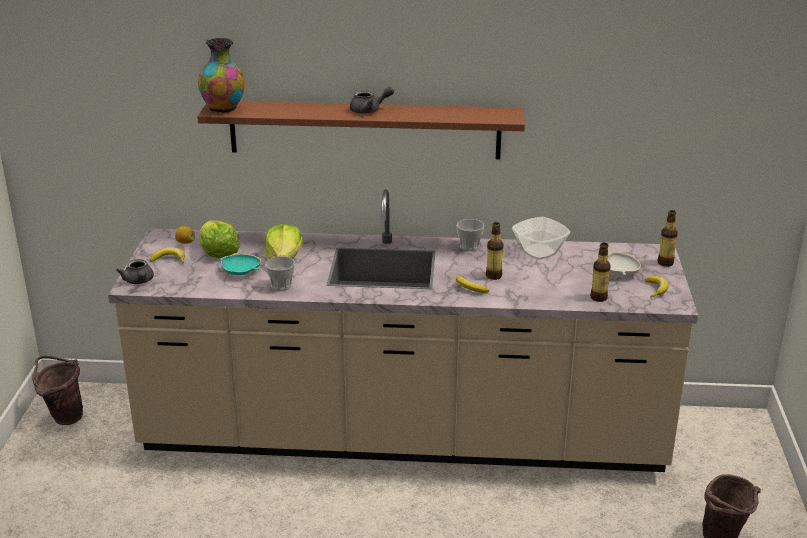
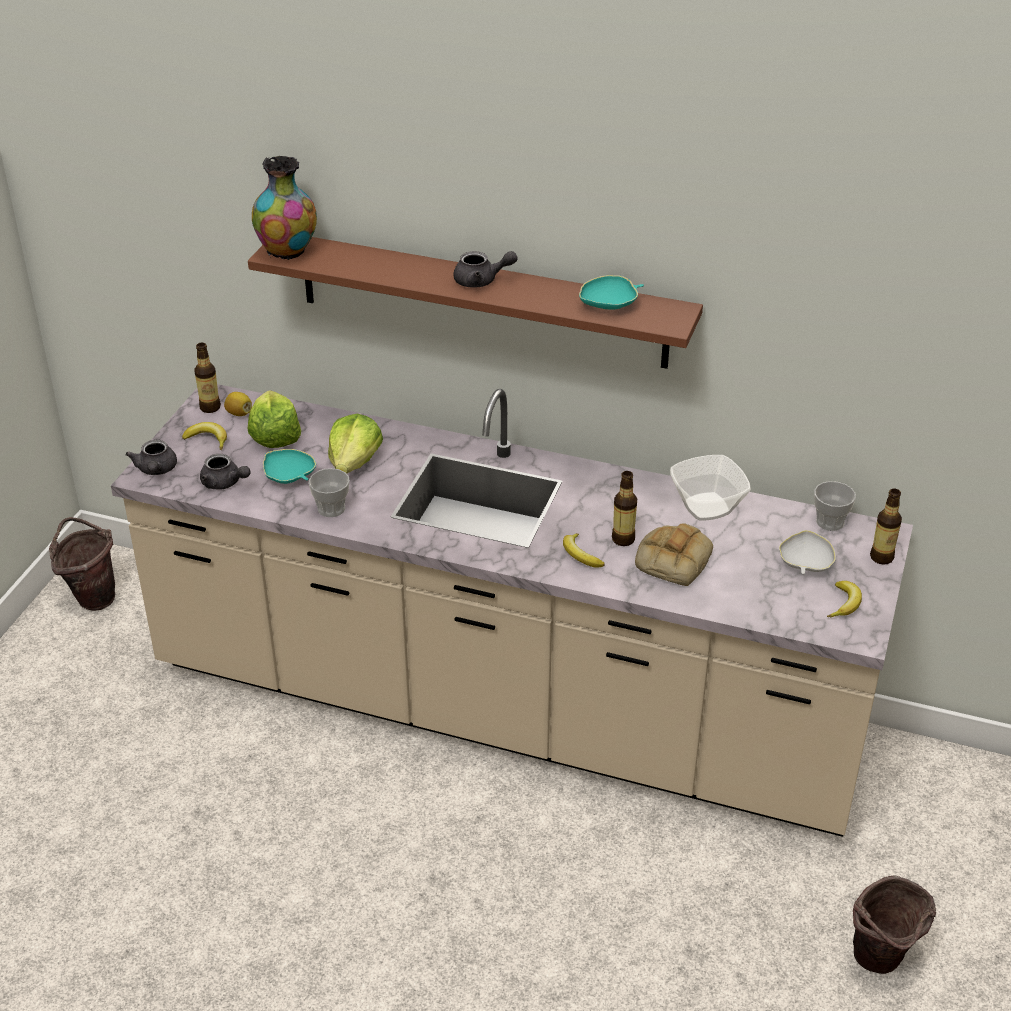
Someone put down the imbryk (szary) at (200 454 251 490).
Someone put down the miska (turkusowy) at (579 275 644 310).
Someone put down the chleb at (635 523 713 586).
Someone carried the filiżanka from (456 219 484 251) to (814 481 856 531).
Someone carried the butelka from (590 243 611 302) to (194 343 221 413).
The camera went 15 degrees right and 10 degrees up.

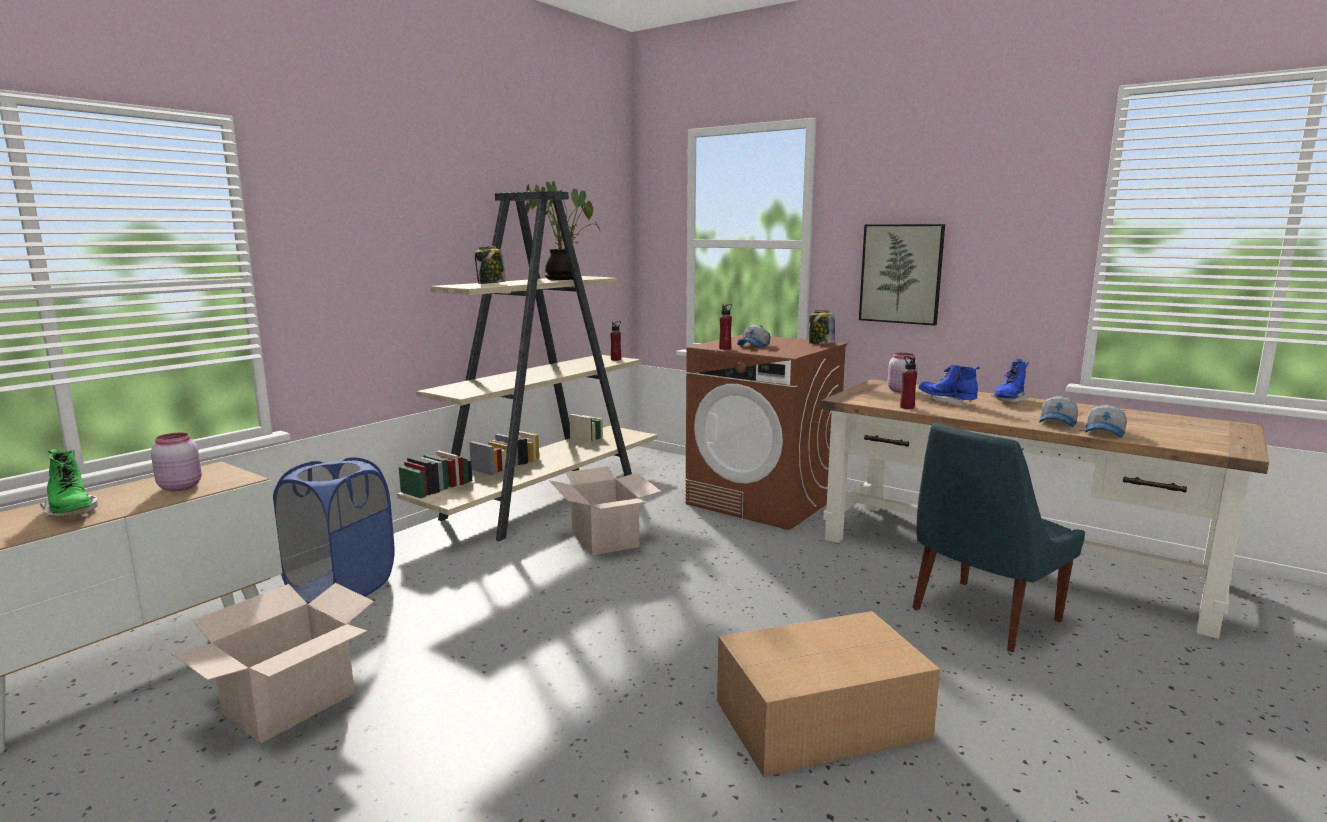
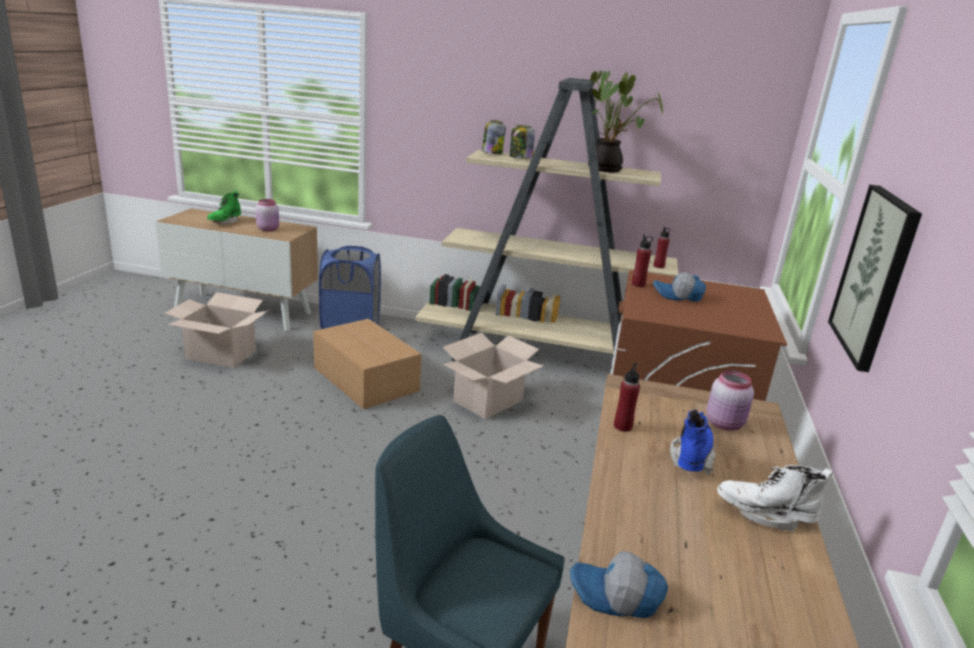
Someone took away the czapka z daszkiem at (1039 396 1078 427).
Someone carried the karton from (717 611 940 777) to (313 319 422 409).
Someone carried the słoik from (809 310 835 344) to (482 120 506 154).
Someone repainted the but z cholewką (niebieski) at (991 359 1029 403), which became the but z cholewką (biały) at (717 465 833 532).
The camera went 65 degrees right and 10 degrees up.

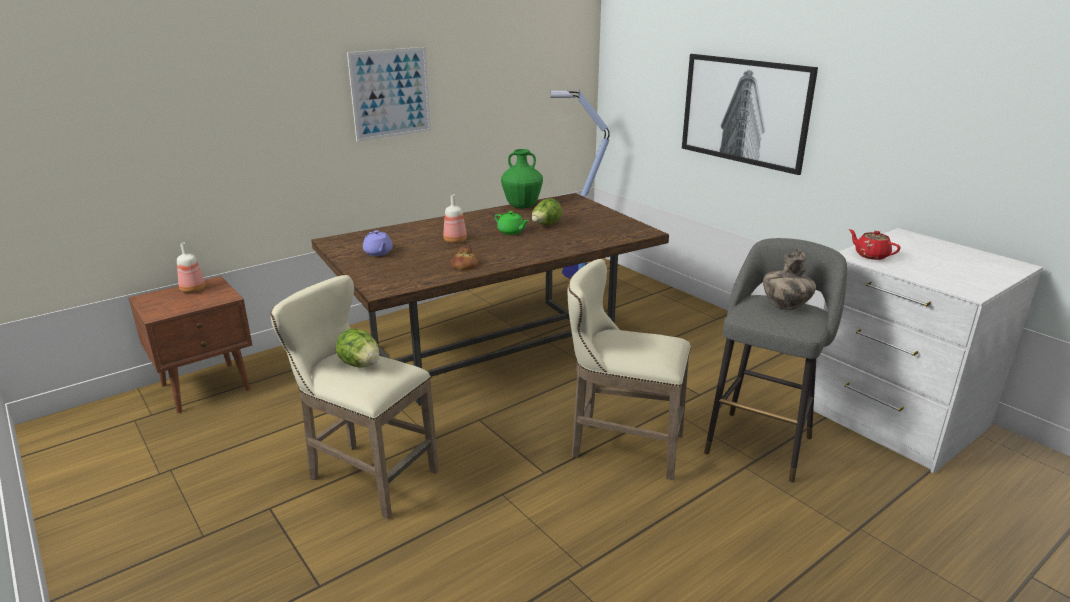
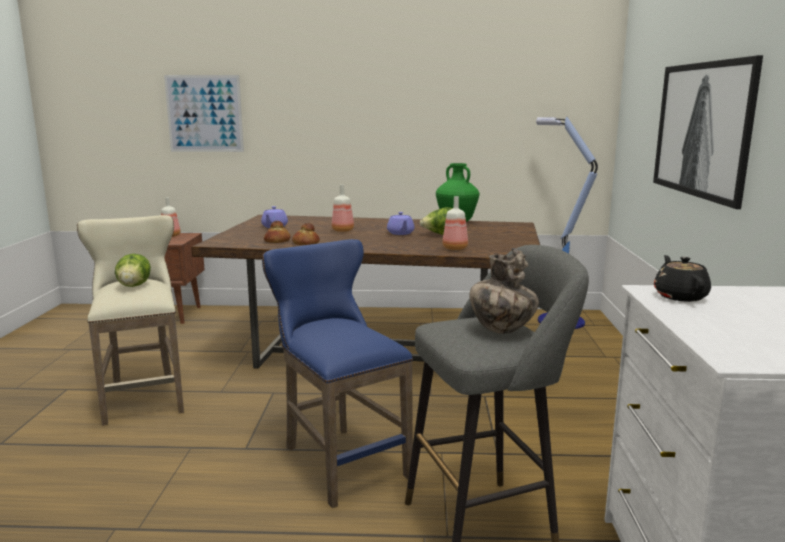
Someone put down the chleb at (264 221 290 243).
Someone put down the butelka at (442 196 468 250).
Someone carried the obraz from (347 47 431 142) to (164 75 244 152).
Someone repainted the imbryk (zielony) at (495 211 529 235), which became the imbryk (fioletowy) at (387 212 415 235).
Someone repainted the stołek (beżowy) at (568 259 691 480), which became the stołek (niebieski) at (262 239 413 508).
Someone repainted the imbryk (czerwony) at (849 229 900 260), which became the imbryk (czarny) at (654 255 711 302).
The camera went 40 degrees right and 10 degrees down.

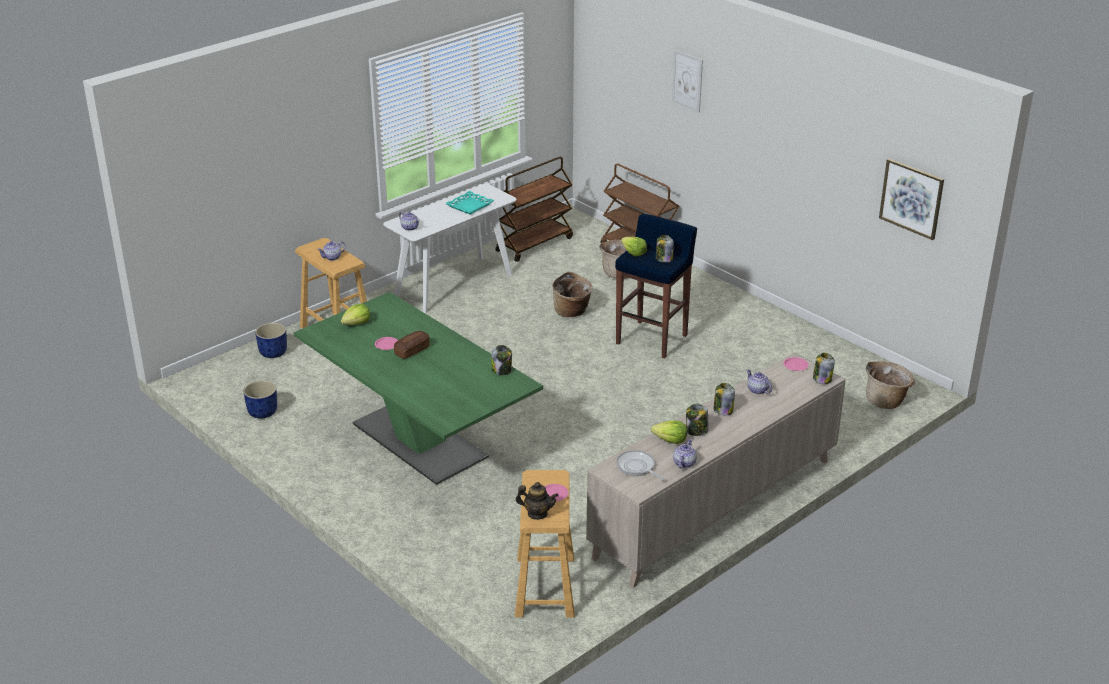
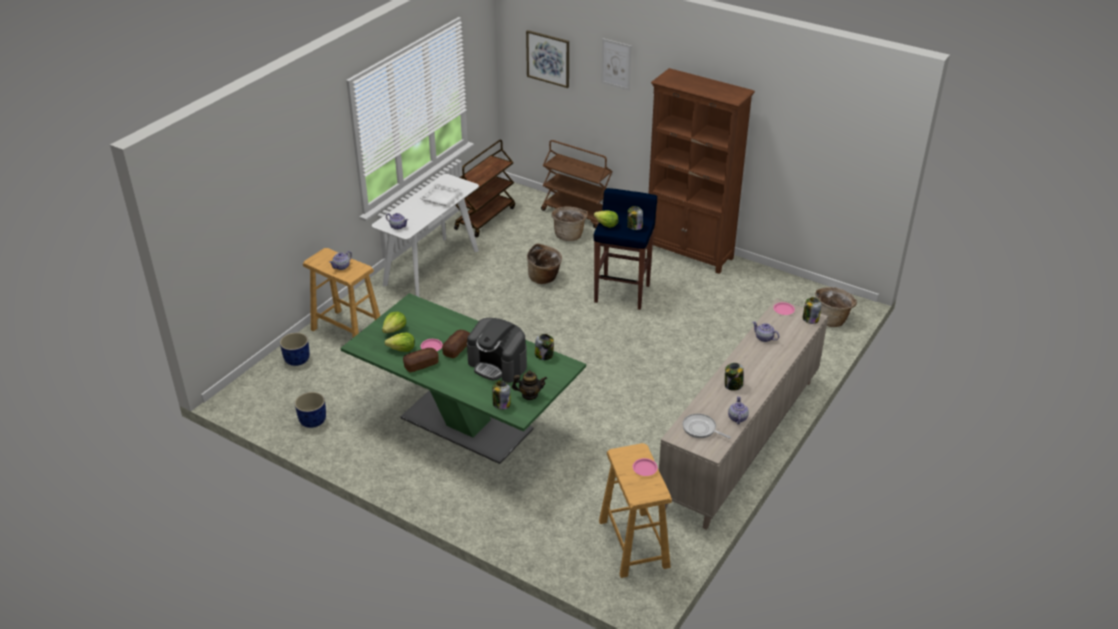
Someone put down the chleb at (403 348 439 372).
Someone put down the ekspres do kawy at (467 318 527 383).
Someone put down the regał (brązowy) at (646 68 755 274).
Someone carried the imbryk from (516 482 559 520) to (512 370 547 400).
Someone carried the sałata from (651 420 687 444) to (384 332 415 352).
Someone carried the słoik from (714 383 735 416) to (492 380 510 410).
Someone carried the obraz from (879 159 944 240) to (526 30 569 88).
Someone repainted the taca (turkusowy) at (445 191 494 215), which became the taca (biały) at (420 183 462 206).
The camera went 15 degrees left and 5 degrees up.

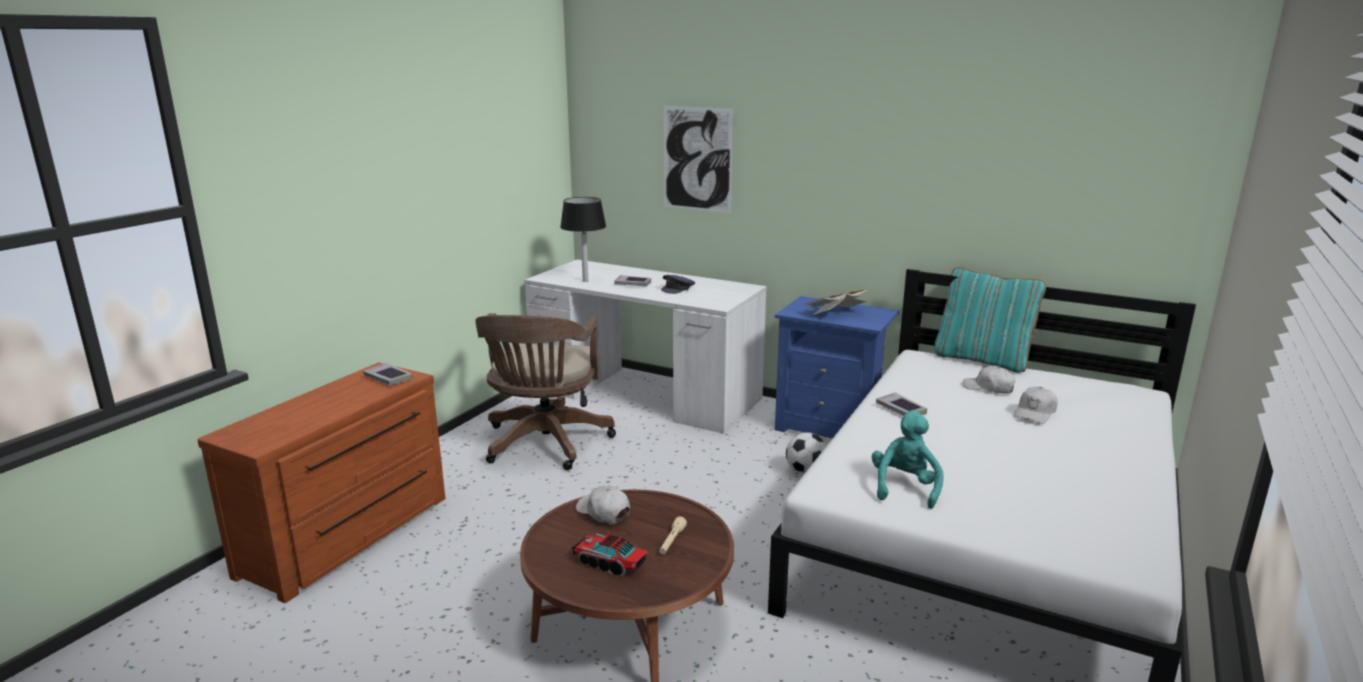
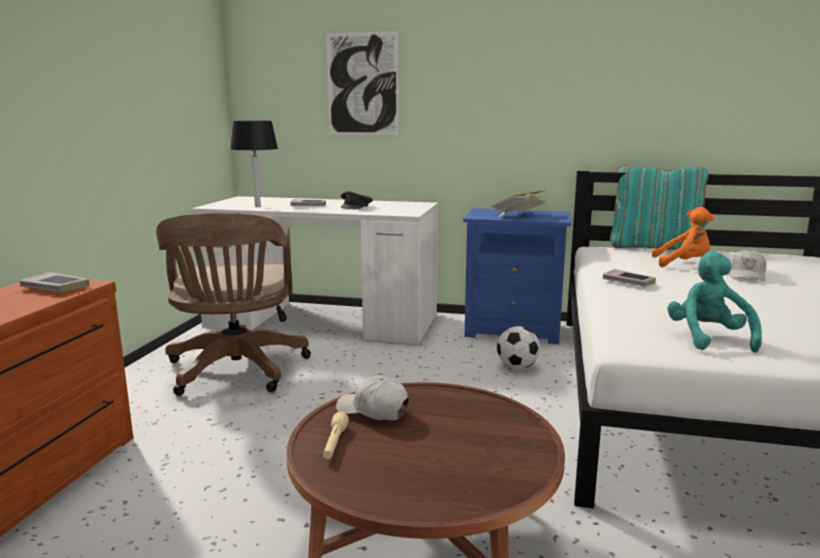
Someone took away the ciężarówka zabawkowa at (572 533 647 576).
Someone carried the latarka (beżowy) from (659 517 687 555) to (323 412 349 459).
Someone swapped the czapka z daszkiem (biały) at (963 366 1016 394) for the pluszak (pomarańczowy) at (652 207 714 267).
The camera went 15 degrees left and 5 degrees down.

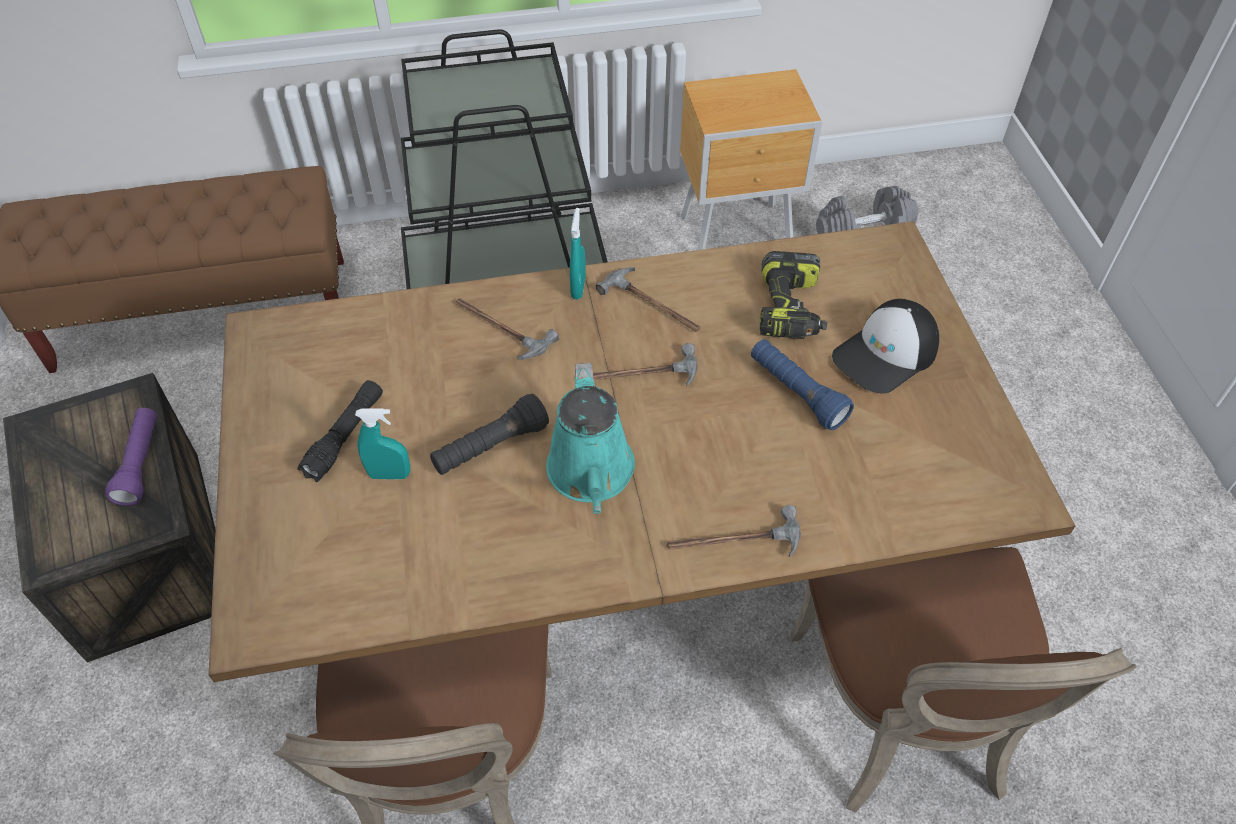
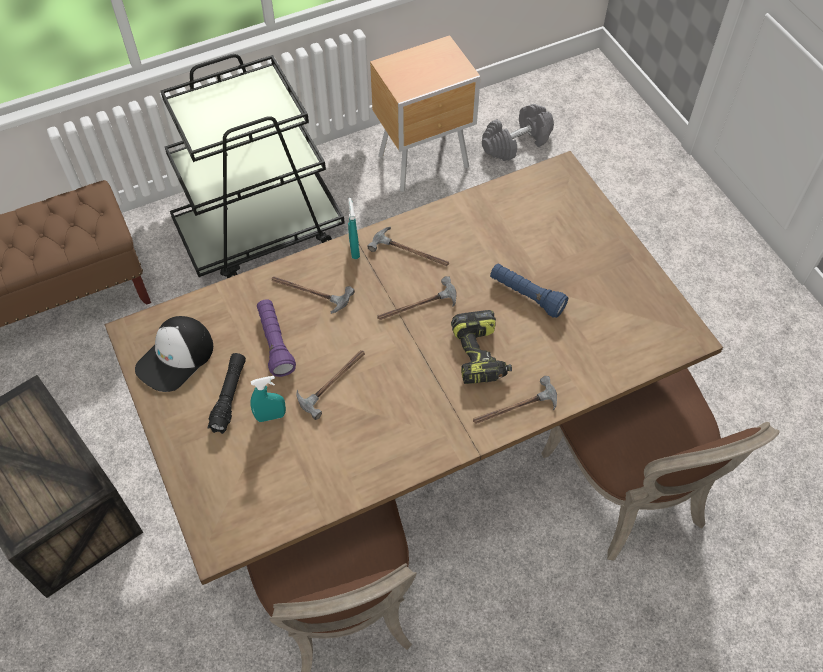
Someone took away the konewka (turkusowy) at (546 363 635 514).
Someone carried the latarka (fioletowy) from (105 408 157 506) to (257 299 296 377).
Someone carried the wiertarka from (760 251 827 339) to (451 310 512 384).
Someone carried the czapka z daszkiem from (832 299 939 394) to (135 316 213 392).
Someone swapped the latarka (czarny) at (430 394 549 475) for the młotek at (296 350 365 420).
The camera went 15 degrees left and 5 degrees up.

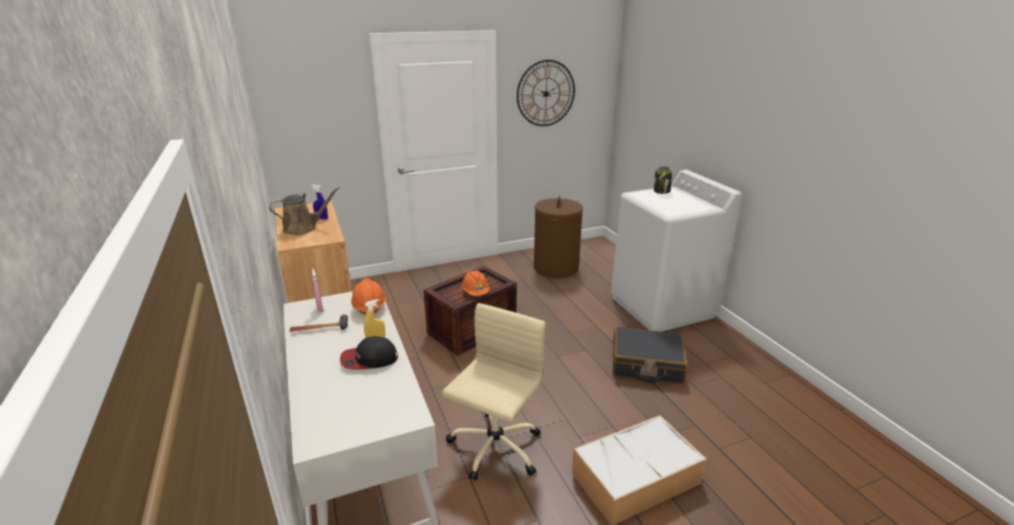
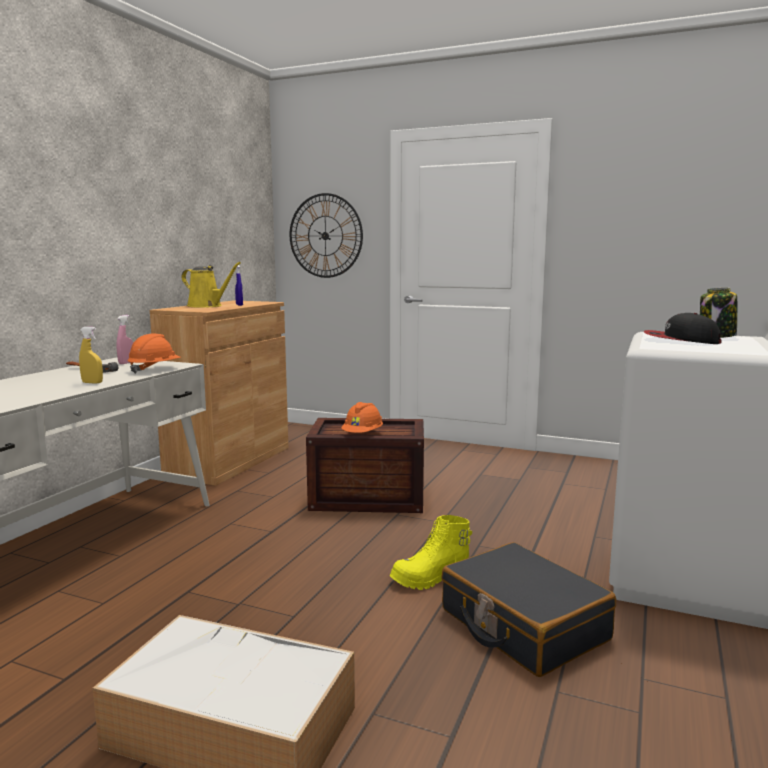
Someone took away the krzesło biurowe (beżowy) at (442 303 546 481).
Someone took away the kosz na pranie (brązowy) at (534 195 583 278).
Someone put down the but z cholewką (żółty) at (389 515 472 590).
Someone carried the czapka z daszkiem from (340 336 398 370) to (644 313 721 344).
Someone carried the zegar ścienny from (517 60 575 126) to (290 193 363 278).
Someone repainted the konewka (brązowy) at (269 187 340 235), which became the konewka (żółty) at (181 262 241 308).
The camera went 45 degrees right and 15 degrees down.

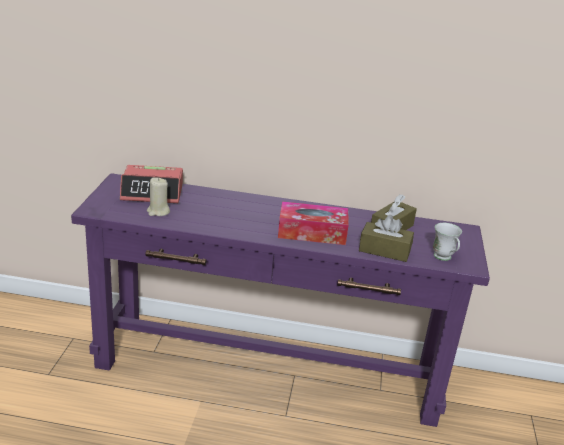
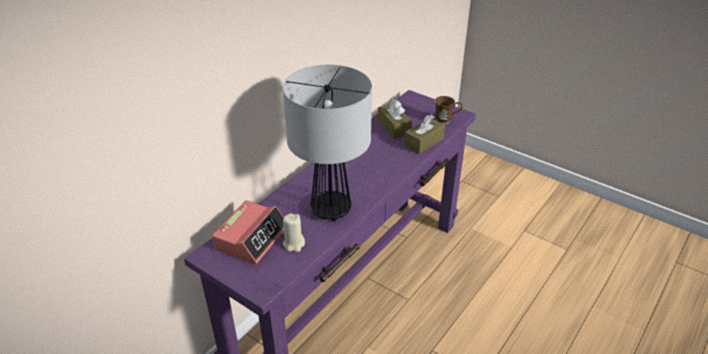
Someone took away the pudełko chusteczek at (278 201 349 245).
Someone put down the lampa stołowa at (283 64 372 222).
Someone repainted the kubek (biały) at (433 223 462 261), which became the kubek (brązowy) at (435 96 463 125).
The camera went 60 degrees left and 10 degrees up.

